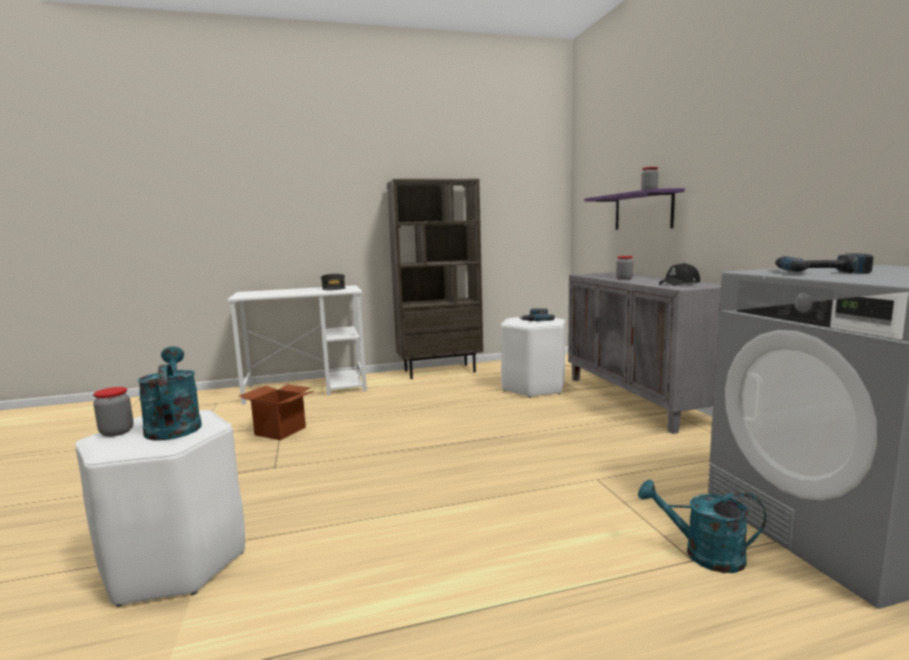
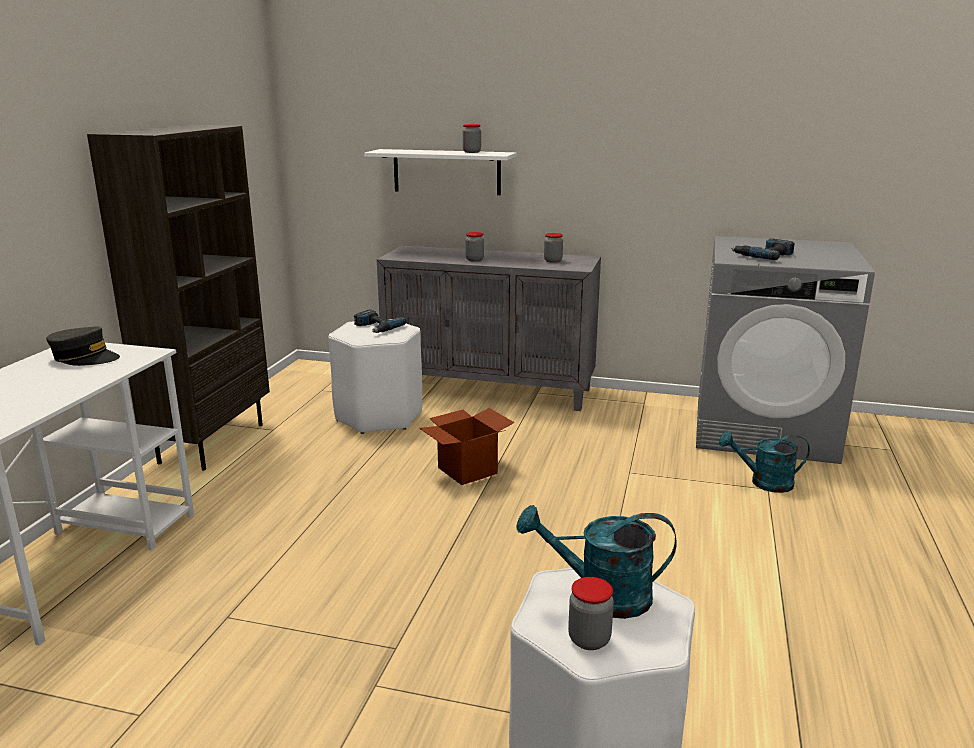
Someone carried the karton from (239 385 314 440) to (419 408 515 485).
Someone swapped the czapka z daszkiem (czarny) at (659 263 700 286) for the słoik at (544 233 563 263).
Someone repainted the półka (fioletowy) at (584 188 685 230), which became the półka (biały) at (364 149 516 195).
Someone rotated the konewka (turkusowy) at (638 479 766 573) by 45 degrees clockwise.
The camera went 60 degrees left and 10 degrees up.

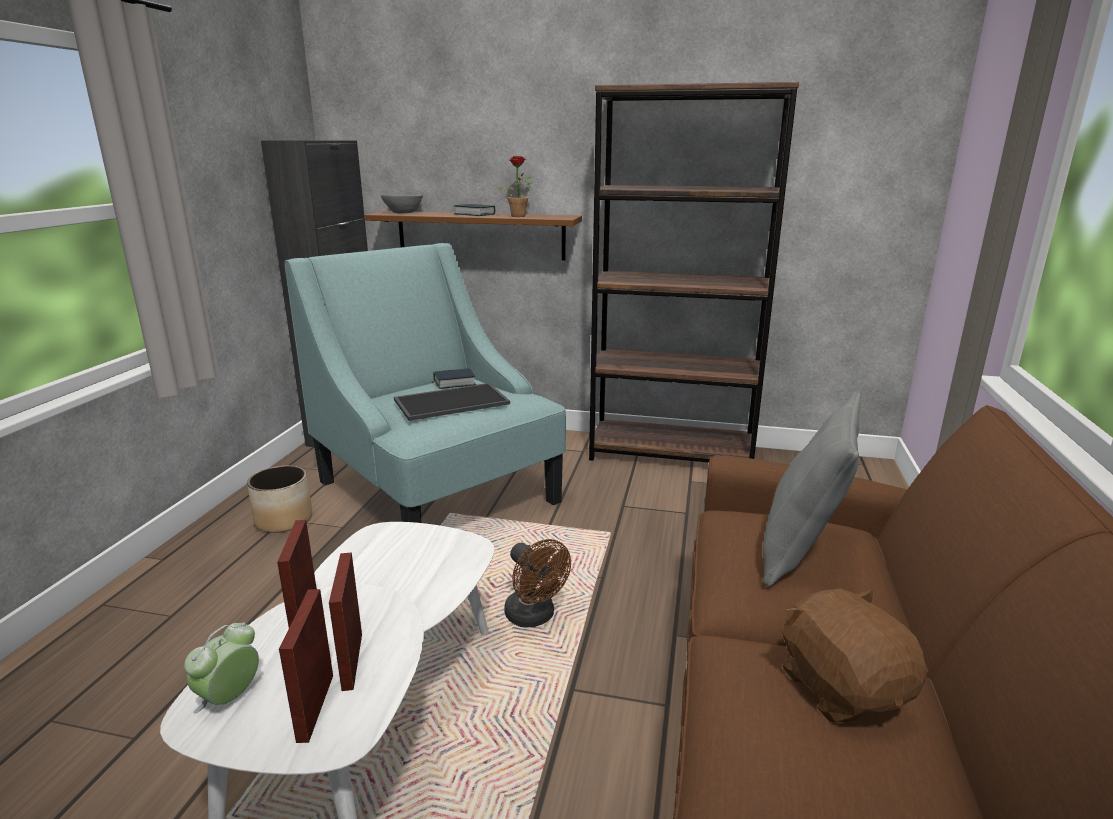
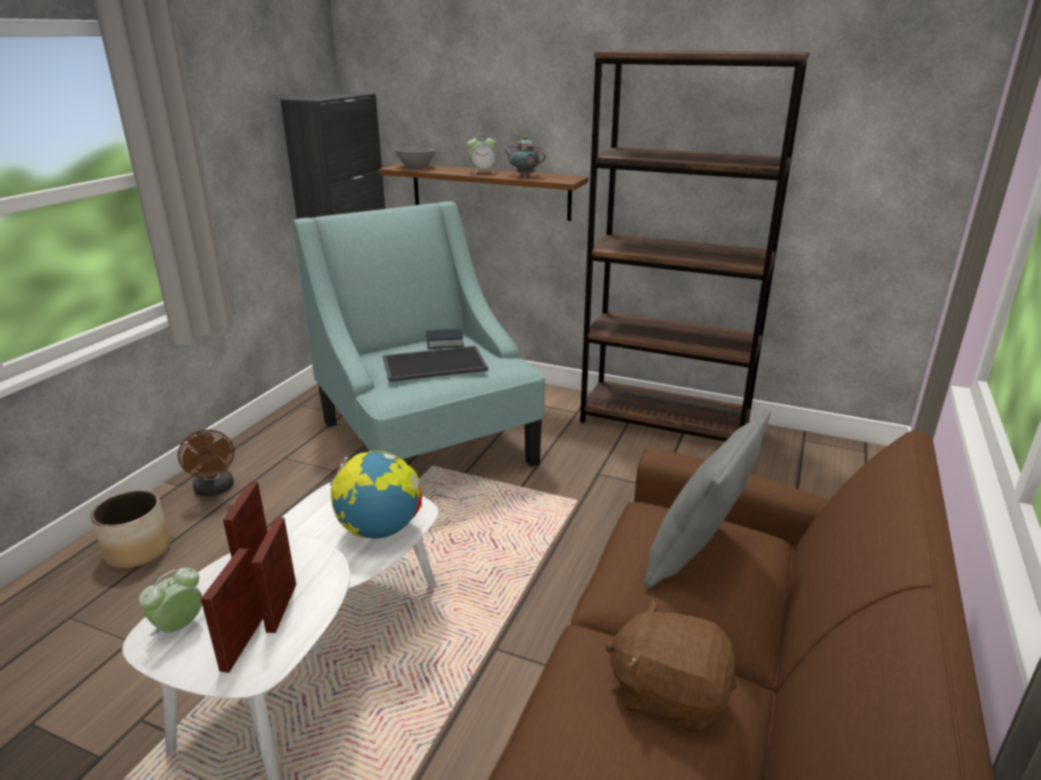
Someone put down the globus at (330 451 422 539).
Someone carried the donica from (247 466 312 533) to (91 490 170 568).
Someone carried the wentylator (brązowy) from (504 539 571 627) to (178 430 235 497).
Someone swapped the książka at (454 204 495 216) for the budzik at (467 133 497 174).
Someone swapped the roślina doniczkowa at (496 156 533 217) for the imbryk at (504 136 546 176).
Someone rotated the pluszak (brązowy) at (782 589 927 722) by 60 degrees counterclockwise.
The camera went 10 degrees right and 5 degrees up.

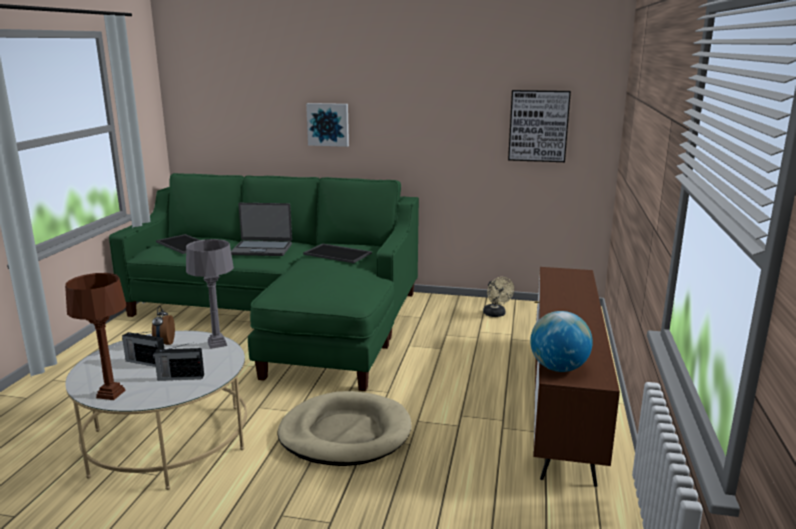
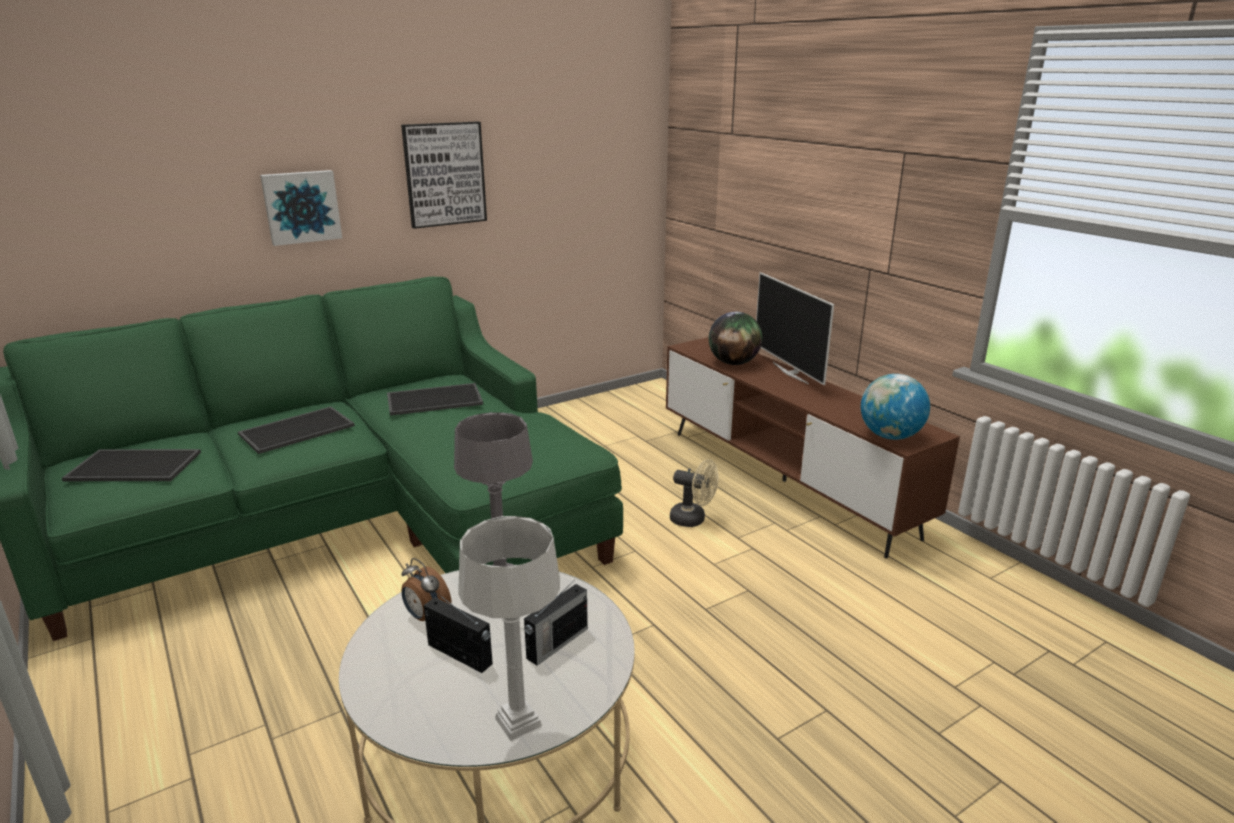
Someone took away the legowisko (beżowy) at (277 391 412 466).
Someone put down the globus at (709 312 762 365).
Someone put down the telewizor at (756 272 834 385).
Someone carried the wentylator (beżowy) from (483 277 514 317) to (670 459 719 527).
Someone carried the obraz from (508 90 571 162) to (401 121 487 229).
Someone swapped the laptop at (231 203 292 256) for the taca at (238 407 355 454).
Someone repainted the lampa stołowa (brązowy) at (65 273 126 400), which became the lampa stołowa (szary) at (458 516 560 741).
Someone rotated the radio at (122 331 164 367) by 120 degrees counterclockwise.
The camera went 45 degrees left and 5 degrees up.

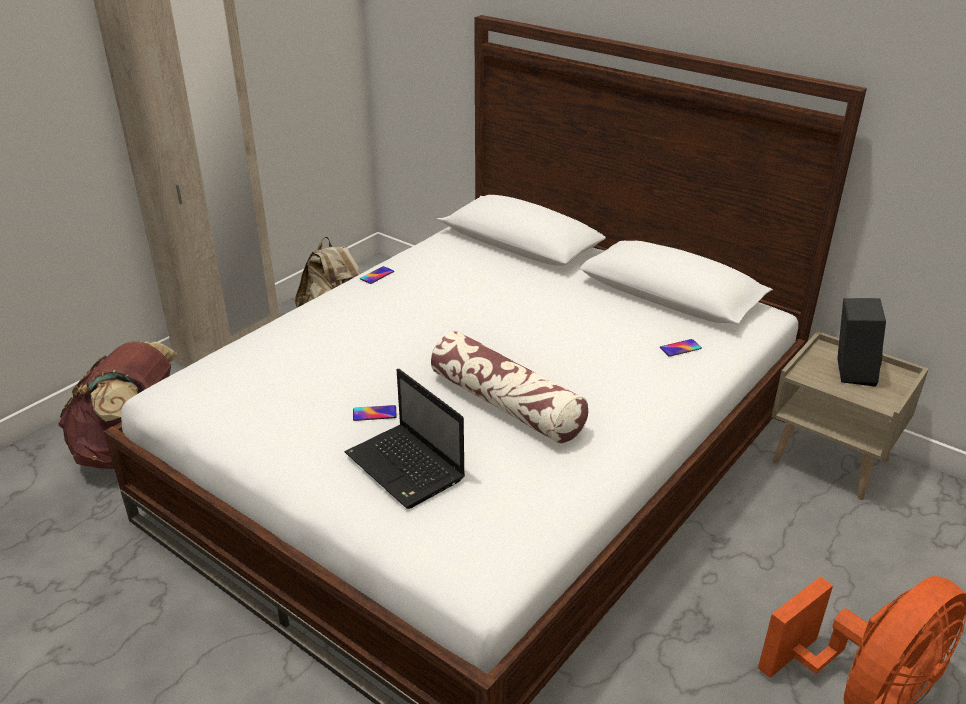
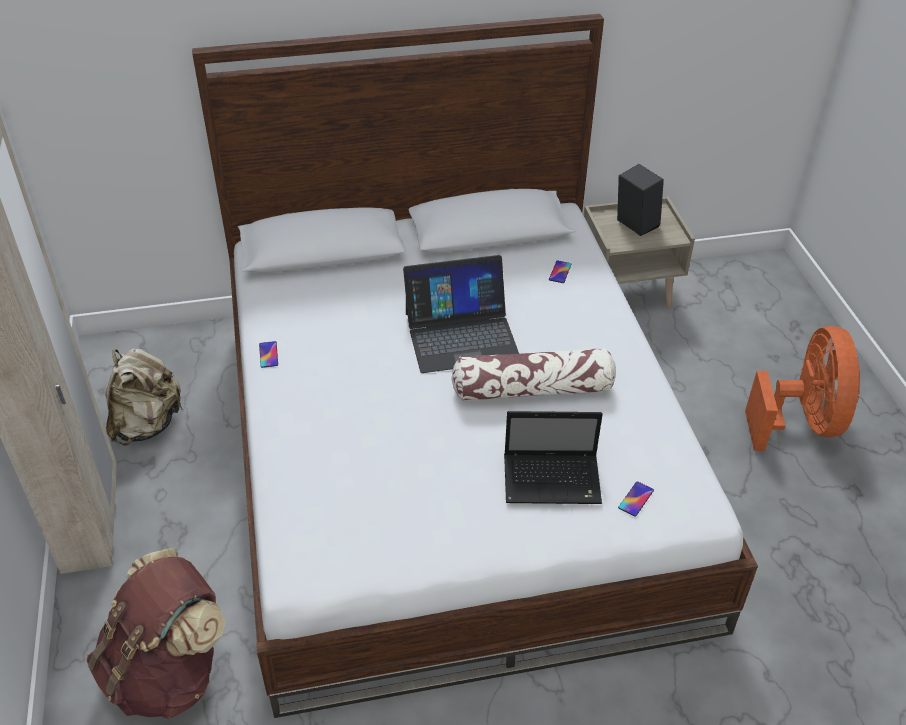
Someone put down the laptop at (403 255 519 373).
Someone carried the telefon from (353 405 397 421) to (618 482 654 517).
The camera went 50 degrees left and 10 degrees up.

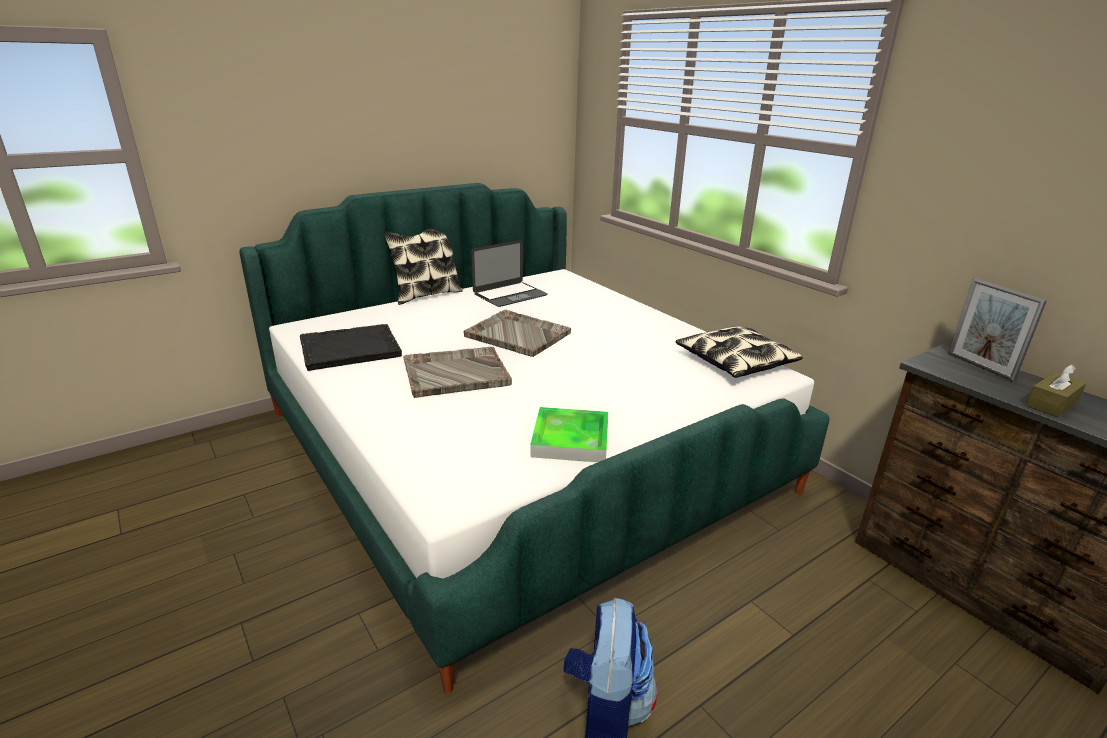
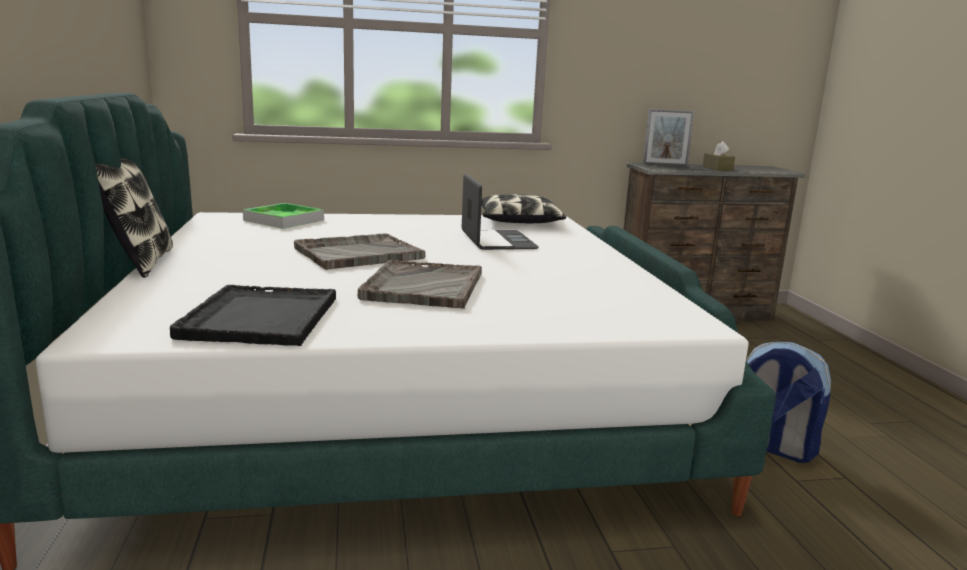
Someone carried the laptop from (471 240 548 307) to (462 174 539 250).
Someone carried the taca from (530 407 608 462) to (243 203 324 229).
The camera went 65 degrees left and 10 degrees down.

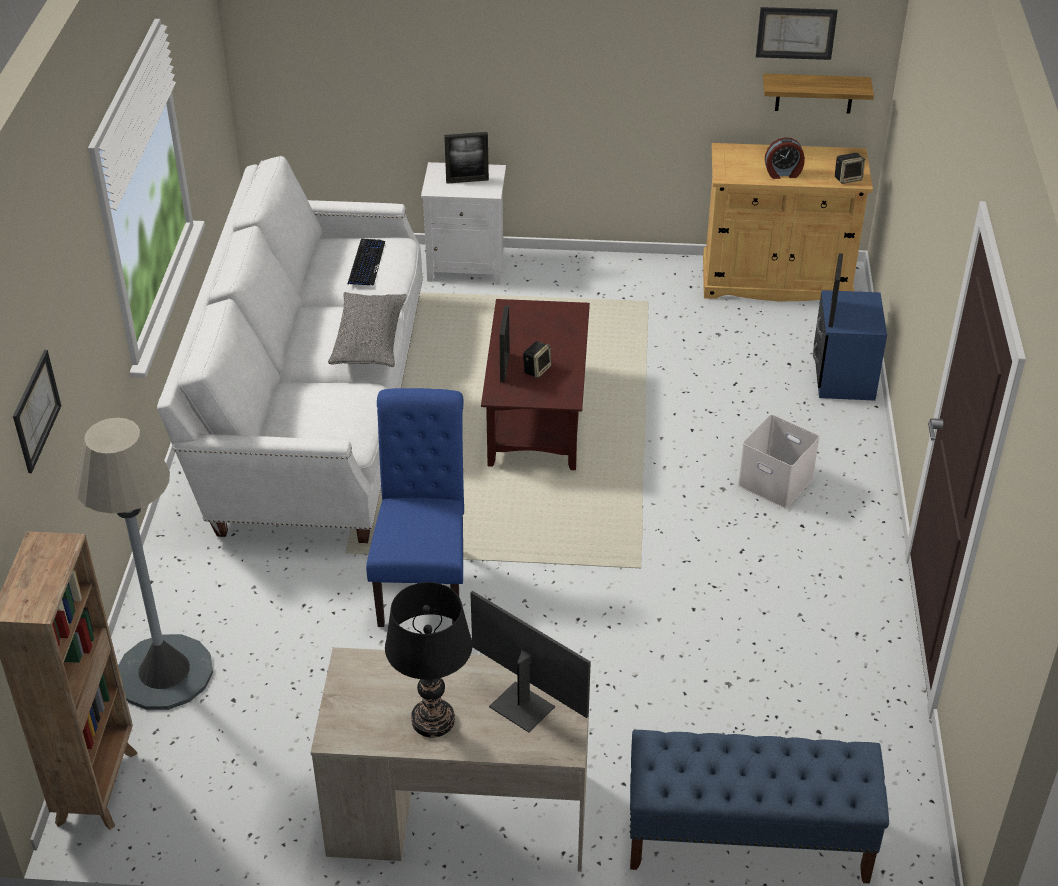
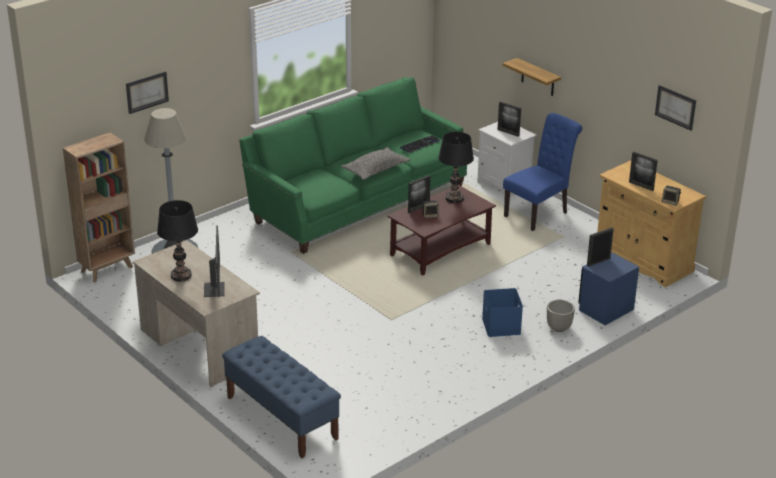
Someone put down the lampa stołowa (czarny) at (438 132 474 203).
Someone put down the donica (szary) at (547 300 575 332).
Someone carried the krzesło (niebieski) from (366 388 464 627) to (503 113 582 231).
Someone carried the półka from (763 74 874 114) to (503 58 561 96).
Someone swapped the budzik at (765 137 805 179) for the ramka na zdjęcie at (629 152 658 191).
Someone repainted the kanapa (biały) at (157 155 423 543), which became the kanapa (zielony) at (239 77 467 254).
Someone repainted the pojemnik do przechowywania (biały) at (738 415 820 508), which became the pojemnik do przechowywania (niebieski) at (482 288 523 337).
The camera went 45 degrees right and 10 degrees down.

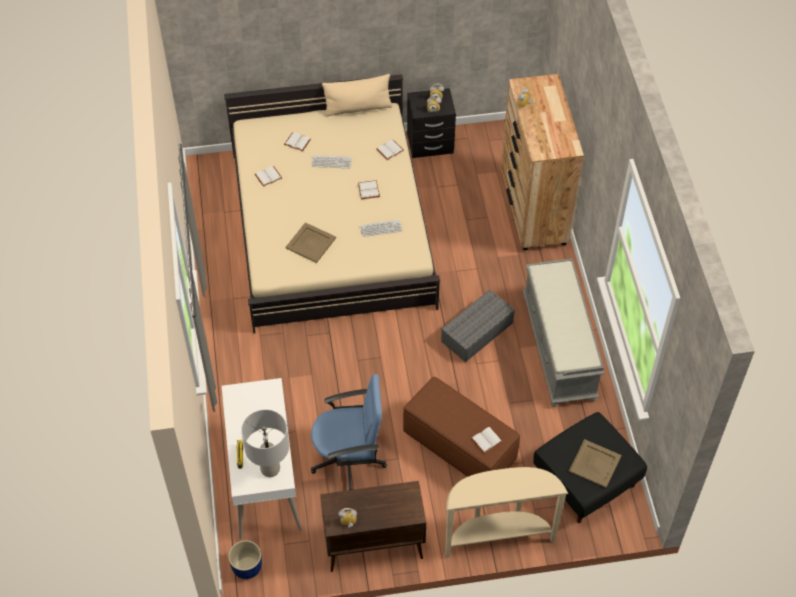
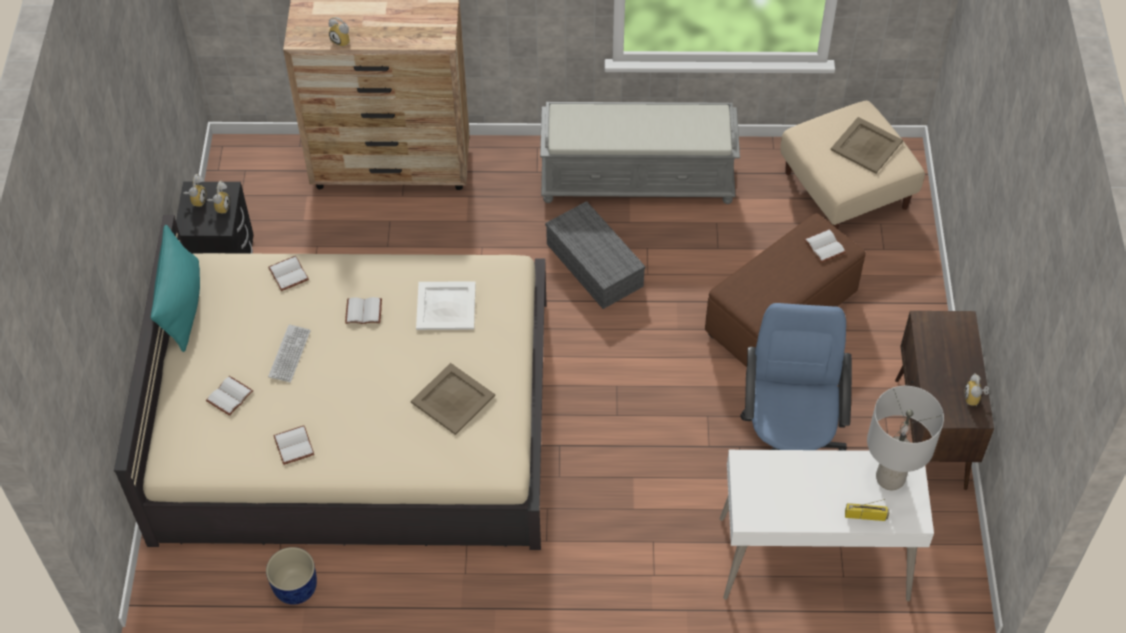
Someone took away the stolik konsolowy (beżowy) at (445 467 568 558).
Someone carried the donica (niebieski) from (228 540 262 579) to (266 547 317 605).
Someone swapped the klawiatura at (360 219 402 237) for the taca (biały) at (416 281 476 330).
Someone repainted the poduszka (beżowy) at (322 74 393 116), which became the poduszka (turkusowy) at (151 225 200 352).
Someone repainted the pufa (czarny) at (533 412 647 523), which became the pufa (beżowy) at (780 101 925 229).
The camera went 80 degrees left and 0 degrees up.

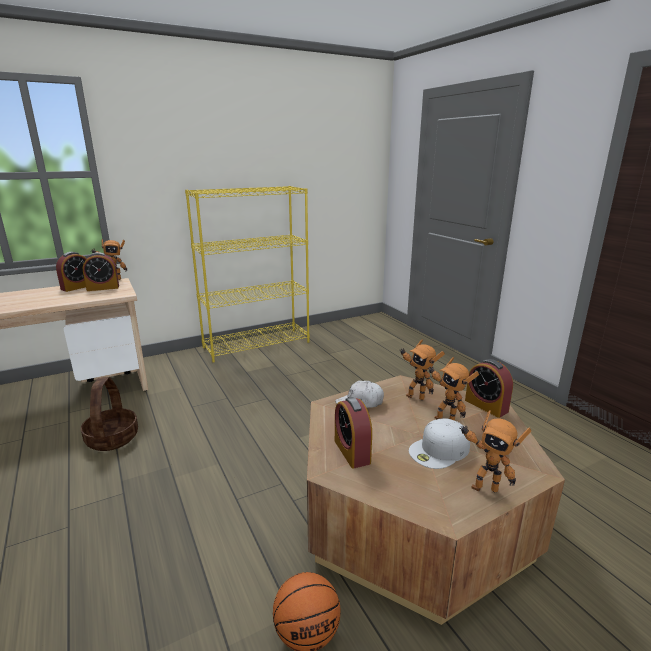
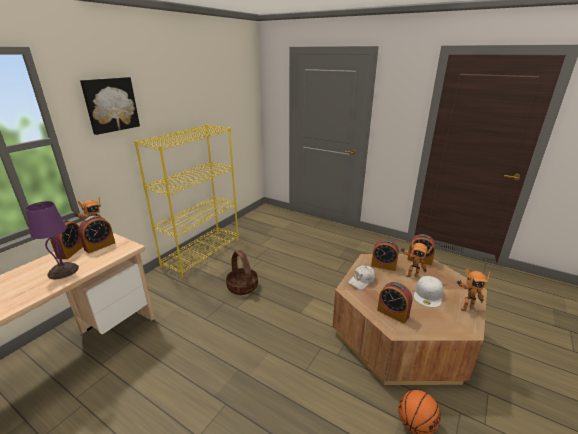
Someone put down the lampa stołowa (fioletowy) at (25 201 79 279).
Someone put up the obraz at (80 77 140 135).
Someone carried the koszyk from (81 377 138 451) to (226 250 258 295).
Someone swapped the robot zabawkowy at (399 339 445 400) for the budzik at (371 239 399 271).
The camera went 30 degrees left and 5 degrees up.

